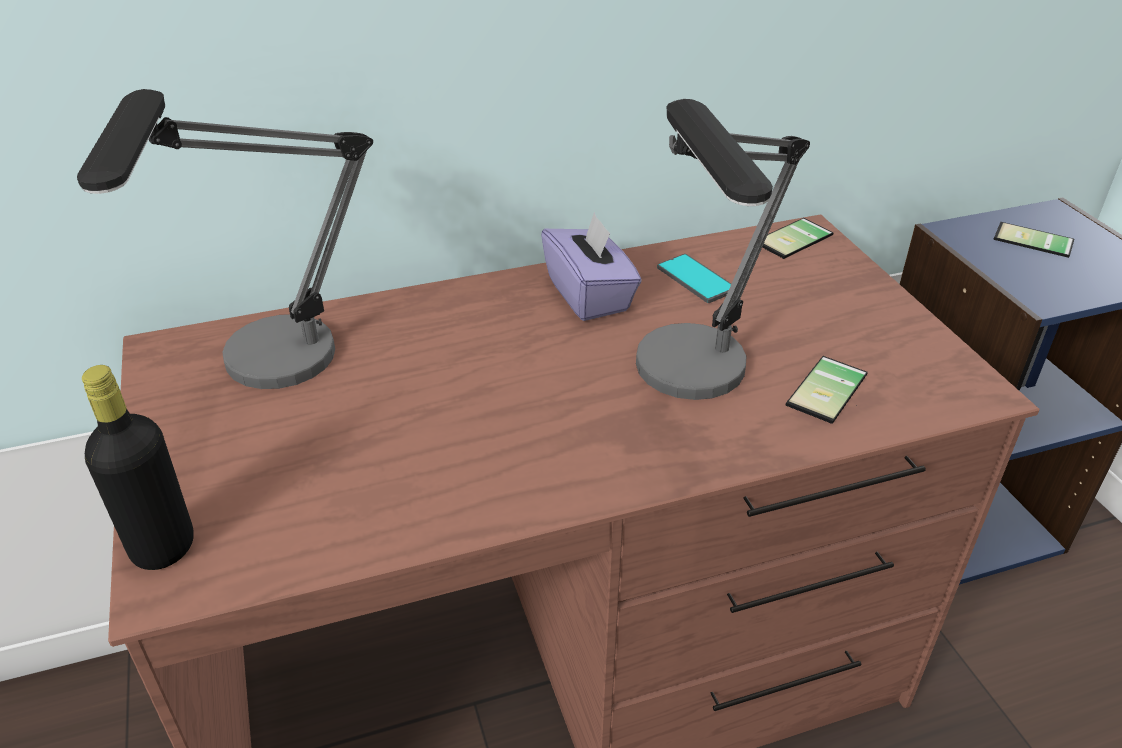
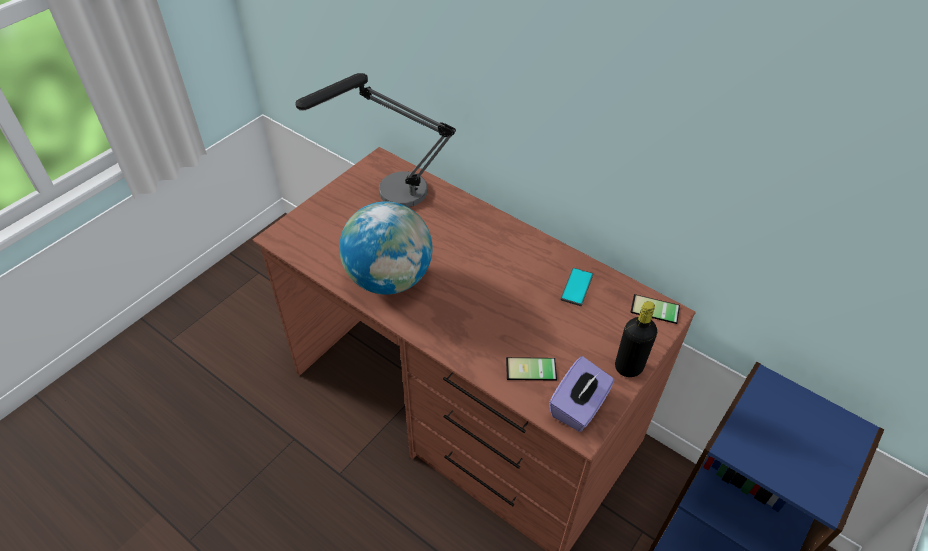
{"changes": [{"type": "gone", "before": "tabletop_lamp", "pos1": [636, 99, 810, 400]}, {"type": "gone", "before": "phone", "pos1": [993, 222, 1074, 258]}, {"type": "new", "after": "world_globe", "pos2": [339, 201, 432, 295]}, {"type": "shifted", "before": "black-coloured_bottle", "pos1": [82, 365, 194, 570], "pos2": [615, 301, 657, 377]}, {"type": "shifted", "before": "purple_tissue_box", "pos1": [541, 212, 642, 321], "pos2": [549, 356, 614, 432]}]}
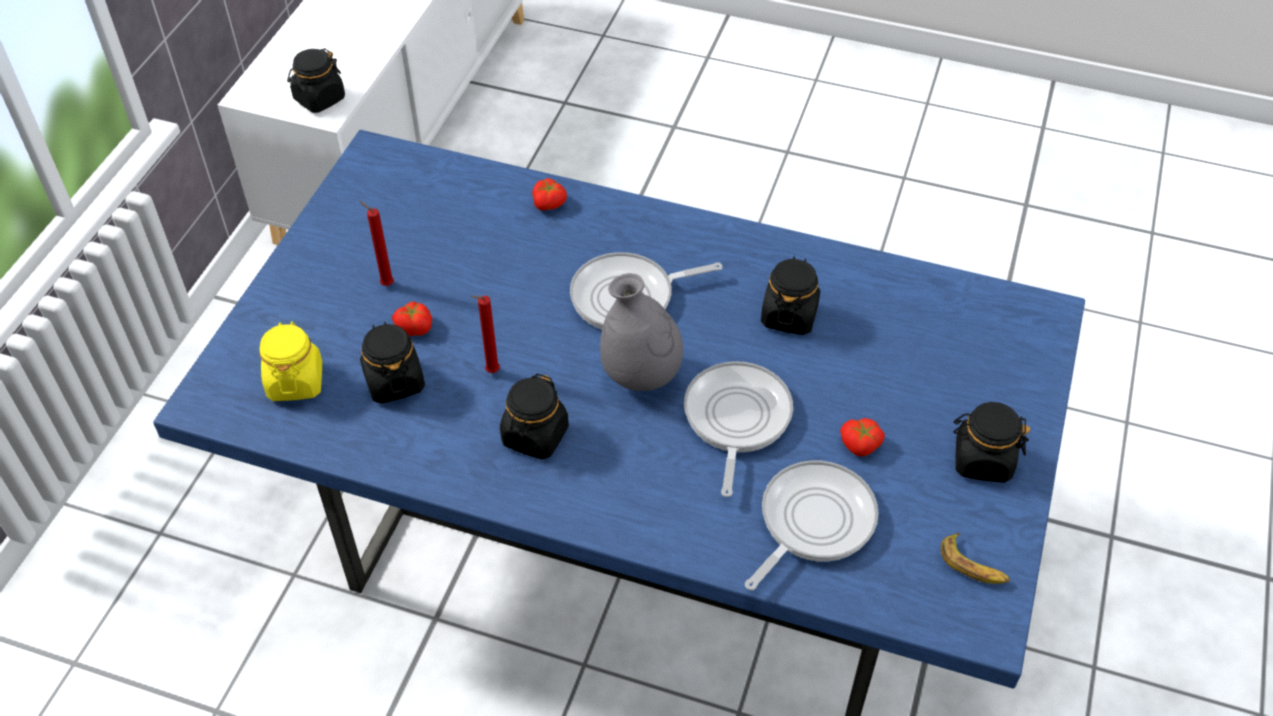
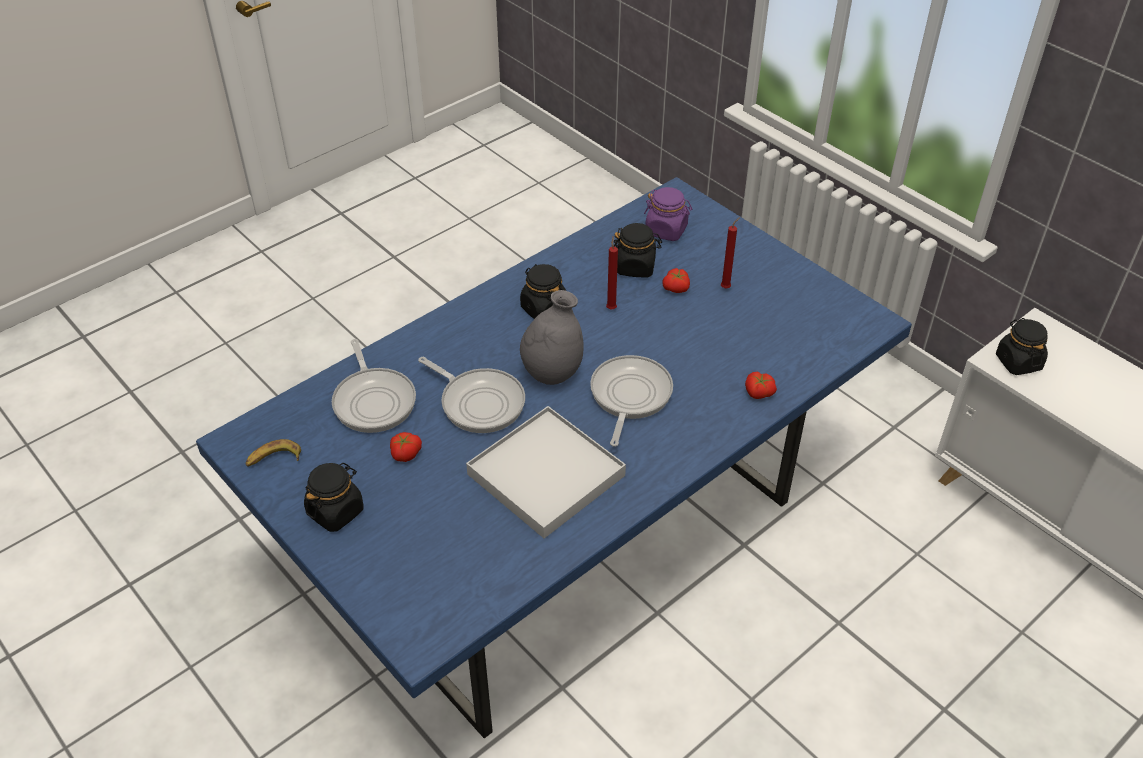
{"changes": [{"type": "swapped", "before": "black-coloured_preserve_jar", "after": "whitish_serving_tray", "pos1": [761, 257, 820, 335], "pos2": [466, 406, 626, 538]}, {"type": "repainted", "before": "yellow-coloured_preserve_jar", "after": "purple_preserve_jar", "pos1": [260, 321, 322, 401], "pos2": [644, 187, 692, 241]}]}
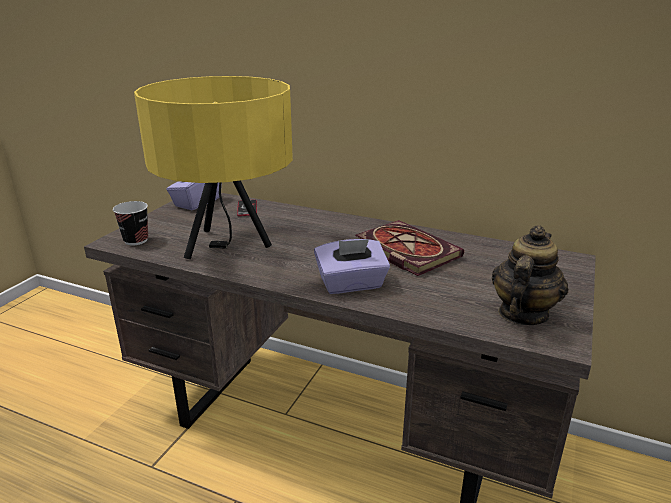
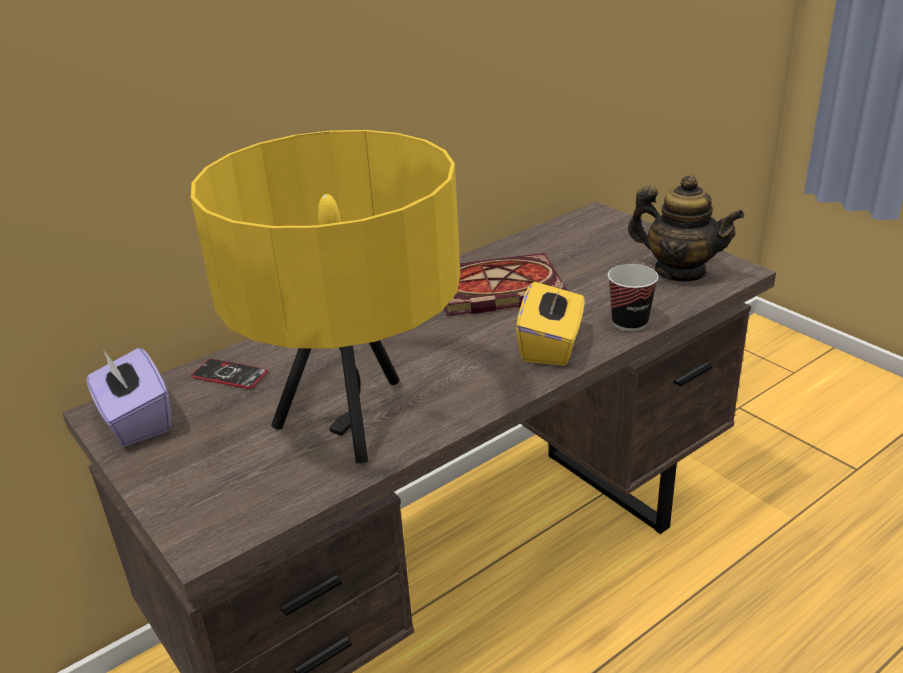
{"changes": [{"type": "shifted", "before": "cup", "pos1": [113, 201, 148, 245], "pos2": [608, 264, 658, 332]}, {"type": "repainted", "before": "purple_tissue_box", "after": "yellow-coloured_tissue_box", "pos1": [314, 239, 390, 294], "pos2": [516, 277, 585, 366]}, {"type": "rotated", "before": "pot_for_tea", "pos1": [492, 225, 568, 325], "pos2": [628, 175, 744, 281], "turn": 150}]}
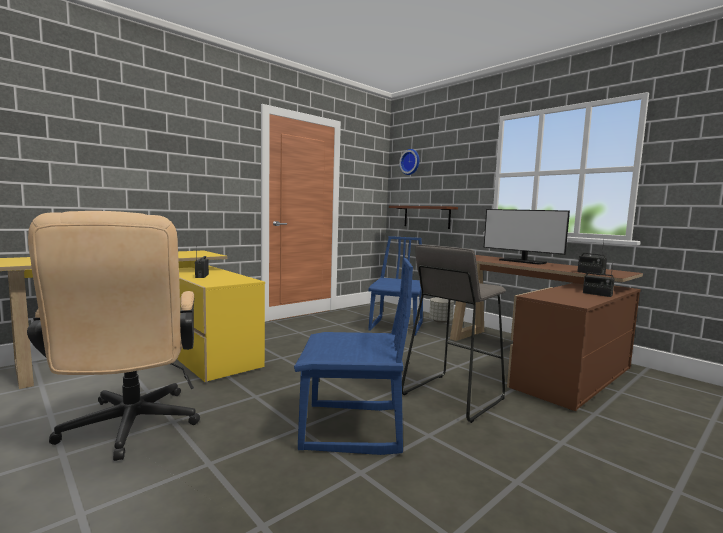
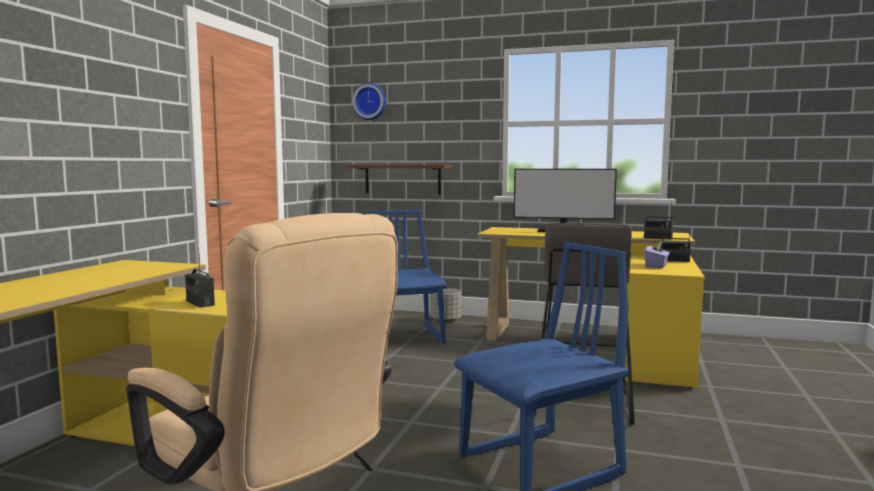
{"changes": [{"type": "new", "after": "purple_tissue_box", "pos2": [644, 241, 670, 268]}, {"type": "repainted", "before": "brownish_desk", "after": "yellow-coloured_desk", "pos1": [450, 255, 643, 411], "pos2": [477, 227, 705, 388]}]}
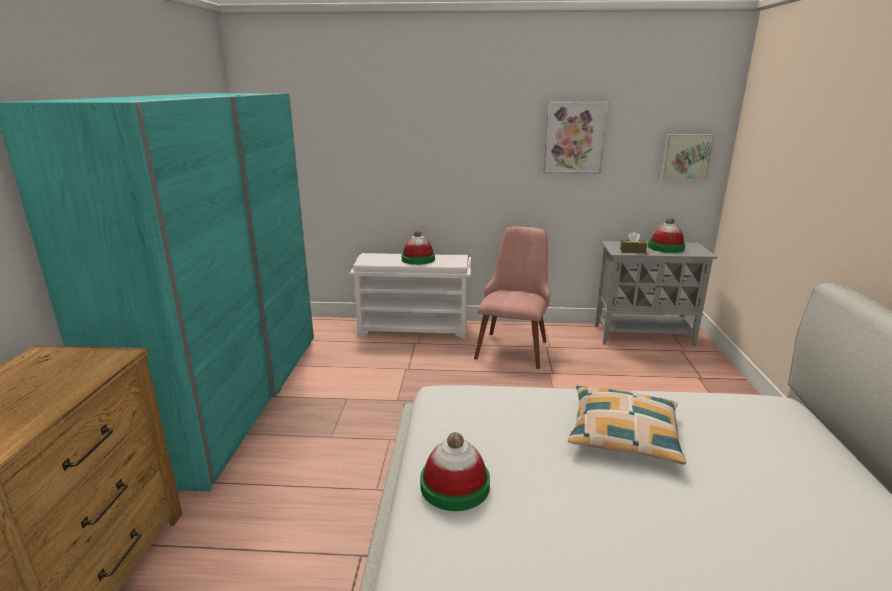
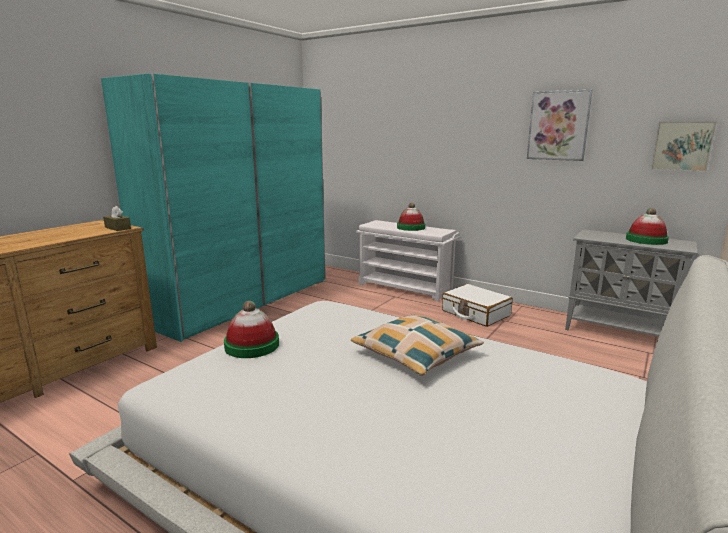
{"changes": [{"type": "shifted", "before": "brownish_tissue_box", "pos1": [620, 231, 647, 253], "pos2": [103, 206, 131, 231]}, {"type": "swapped", "before": "pinkish_upright_chair", "after": "whitish_suitcase", "pos1": [474, 226, 550, 369], "pos2": [442, 284, 513, 327]}]}
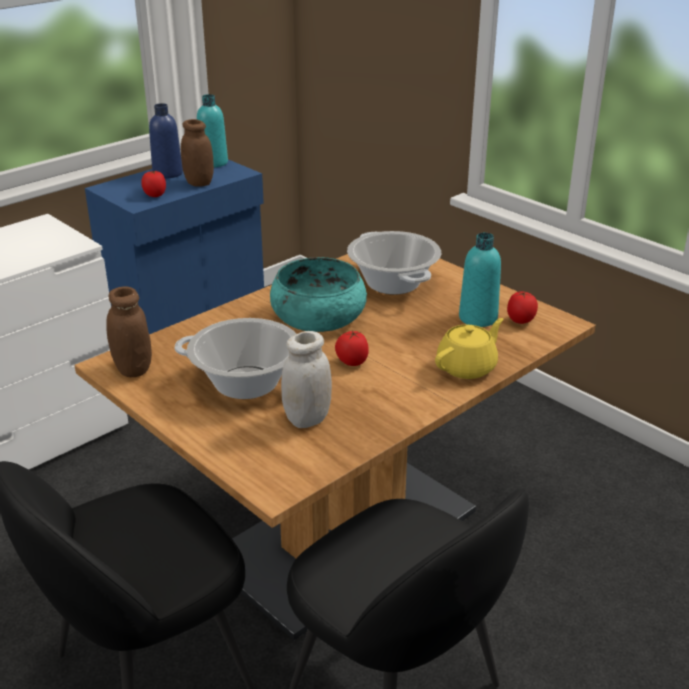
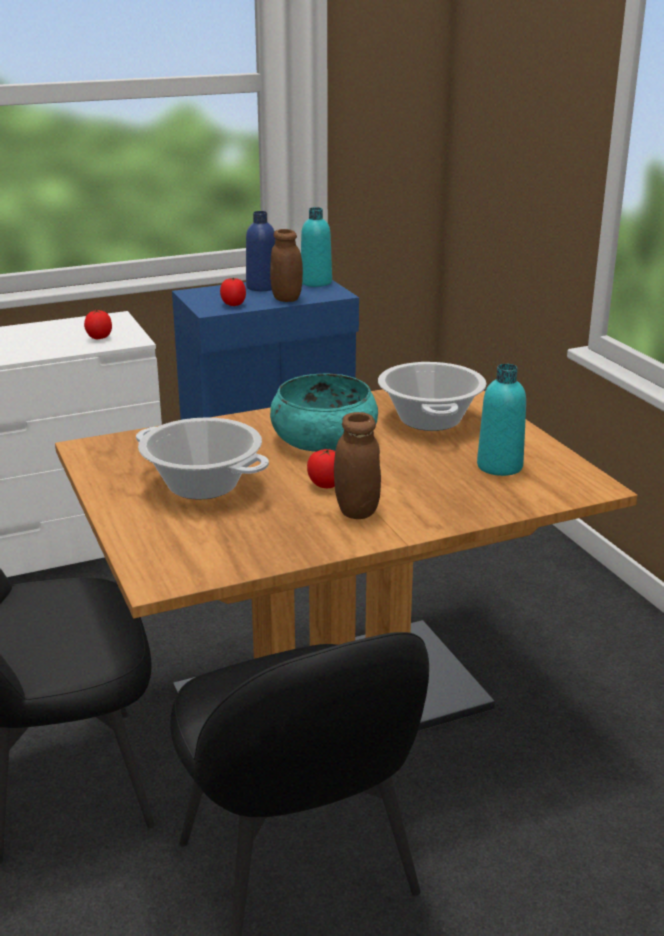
{"changes": [{"type": "gone", "before": "whitish_preserve_jar", "pos1": [281, 331, 332, 428]}, {"type": "gone", "before": "yellow-coloured_pot_for_tea", "pos1": [435, 318, 503, 379]}, {"type": "shifted", "before": "brownish_preserve_jar", "pos1": [106, 286, 152, 377], "pos2": [334, 412, 381, 519]}, {"type": "shifted", "before": "tomato", "pos1": [507, 291, 538, 324], "pos2": [84, 310, 112, 339]}]}
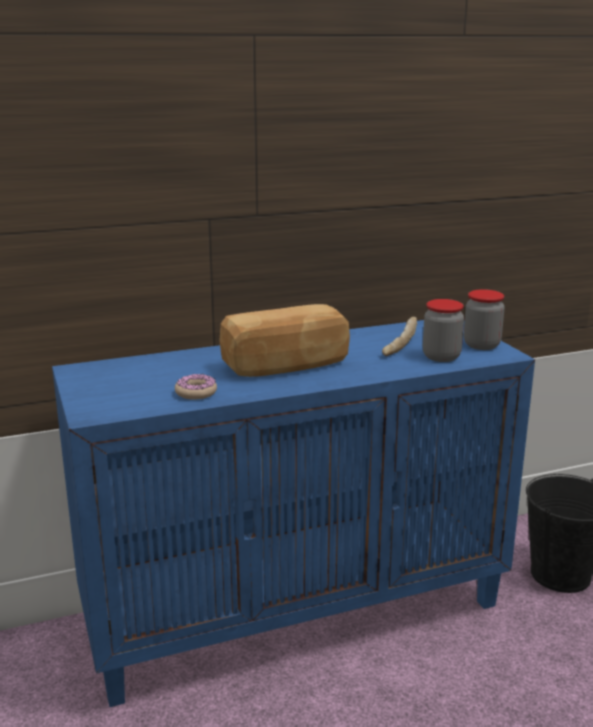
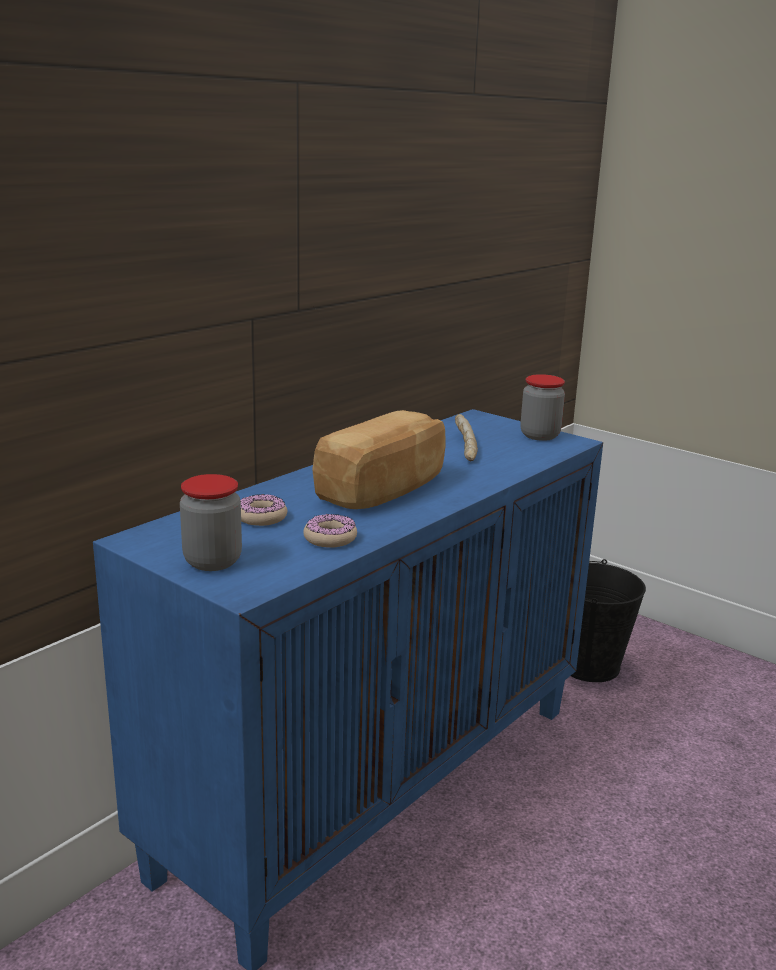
{"changes": [{"type": "new", "after": "donut", "pos2": [241, 494, 287, 526]}, {"type": "shifted", "before": "preserve_jar", "pos1": [423, 299, 464, 362], "pos2": [180, 474, 242, 571]}]}
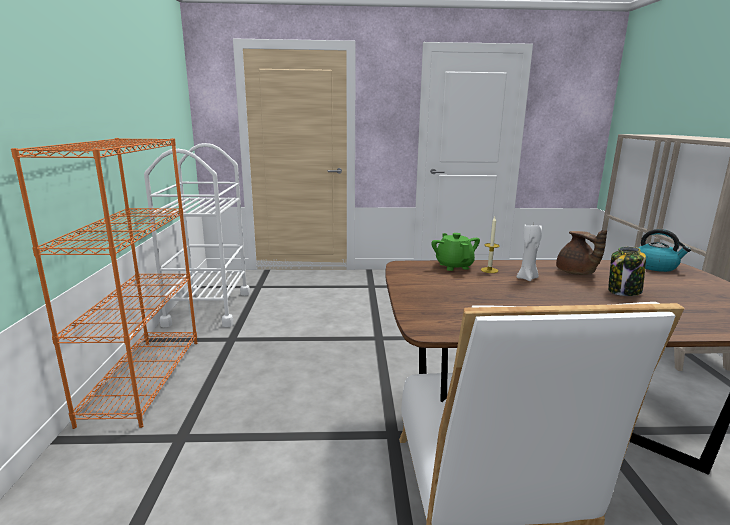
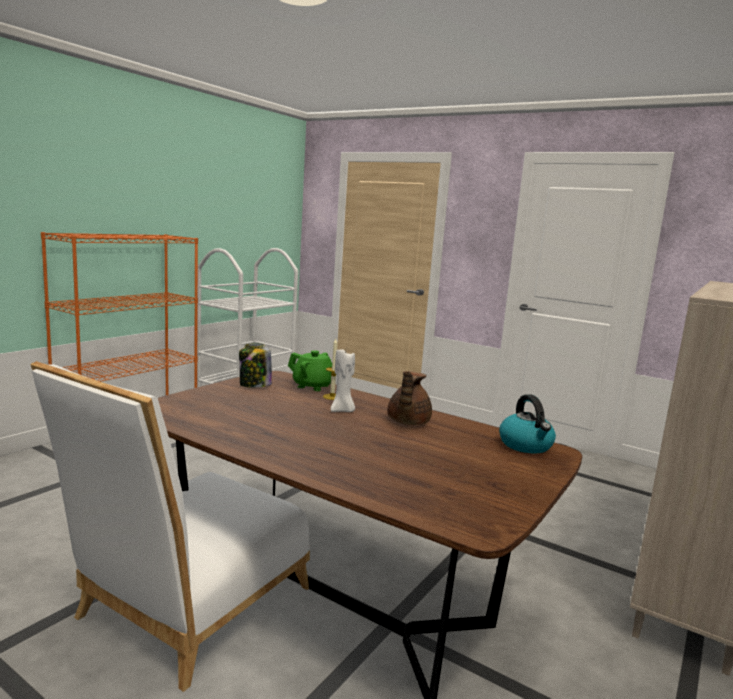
{"changes": [{"type": "shifted", "before": "preserve_jar", "pos1": [608, 247, 646, 296], "pos2": [239, 343, 272, 388]}, {"type": "rotated", "before": "greenish_pot_for_tea", "pos1": [431, 233, 480, 271], "pos2": [288, 350, 332, 391], "turn": 90}]}
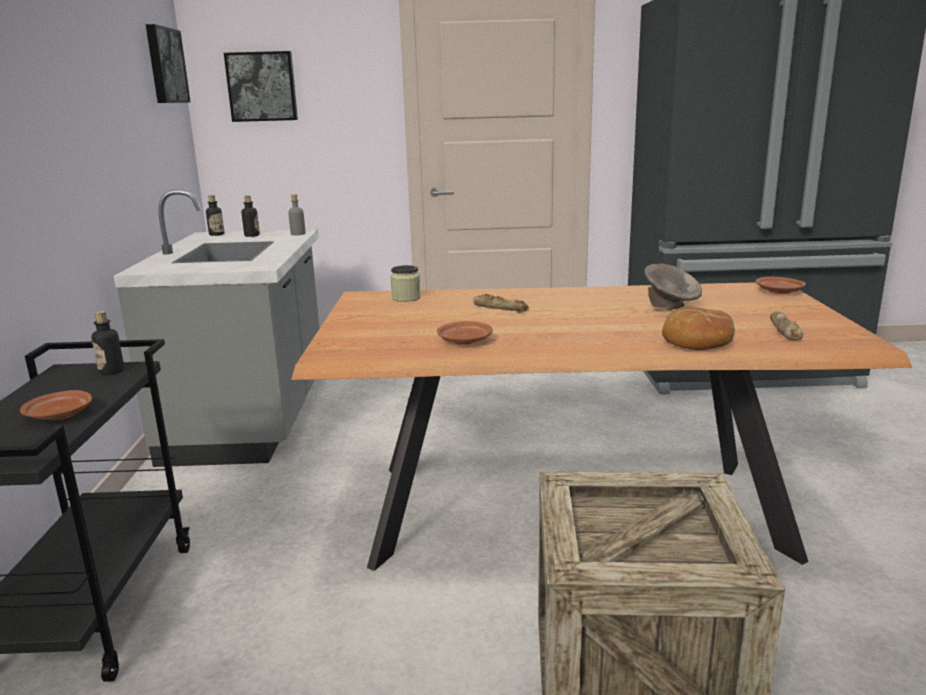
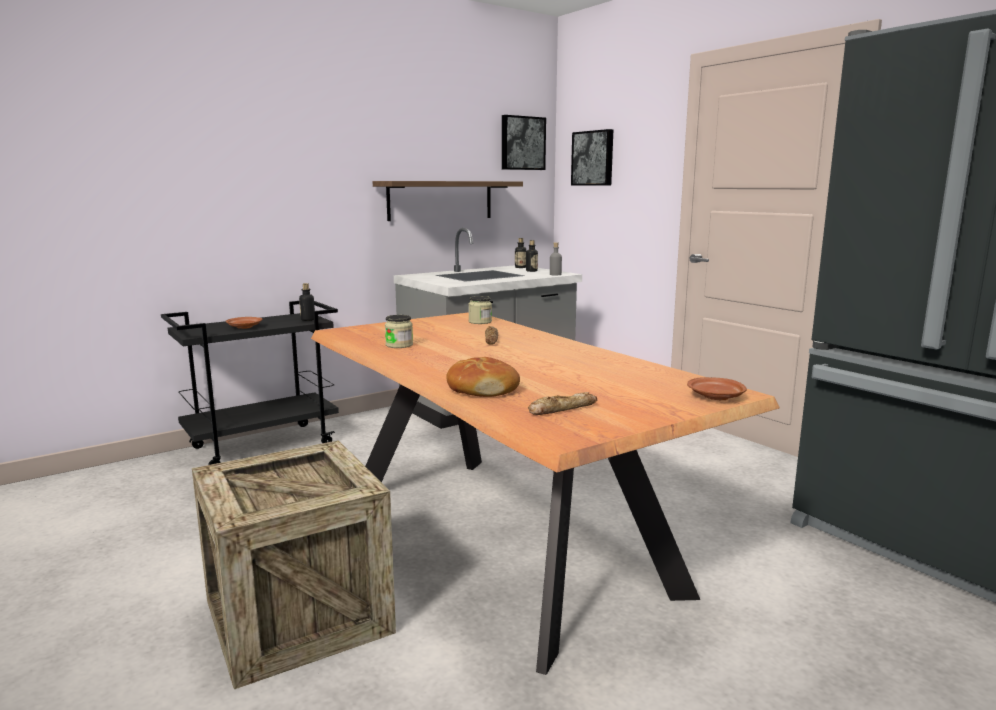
{"changes": [{"type": "gone", "before": "gray_deep_dish", "pos1": [644, 264, 702, 310]}, {"type": "new", "after": "bracket_shelf", "pos2": [373, 181, 523, 221]}, {"type": "swapped", "before": "brownish_dinner_plate", "after": "preserve_jar", "pos1": [437, 321, 493, 345], "pos2": [385, 315, 413, 348]}]}
